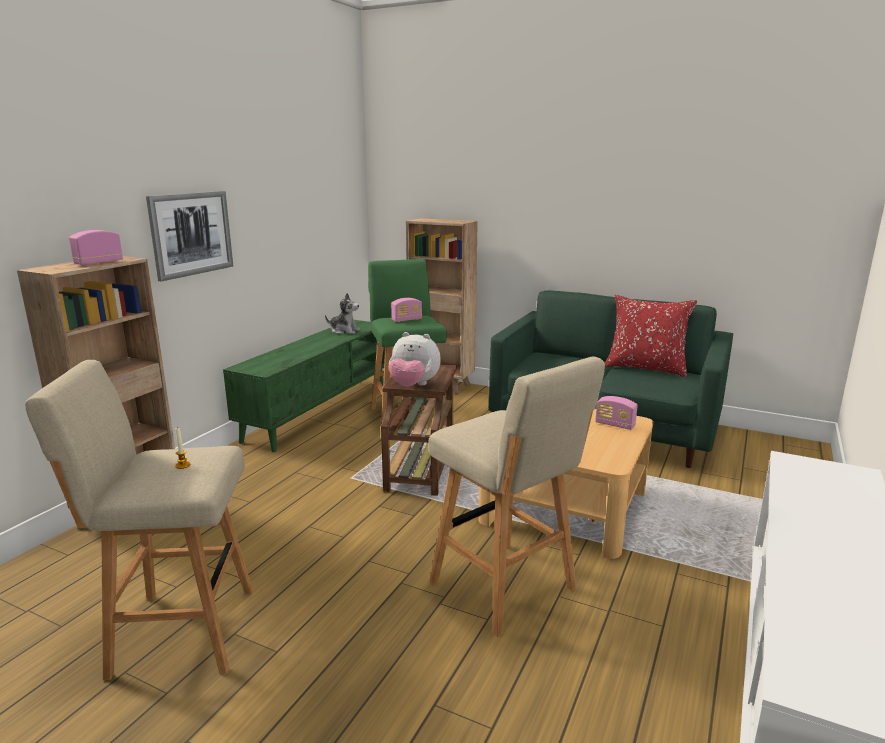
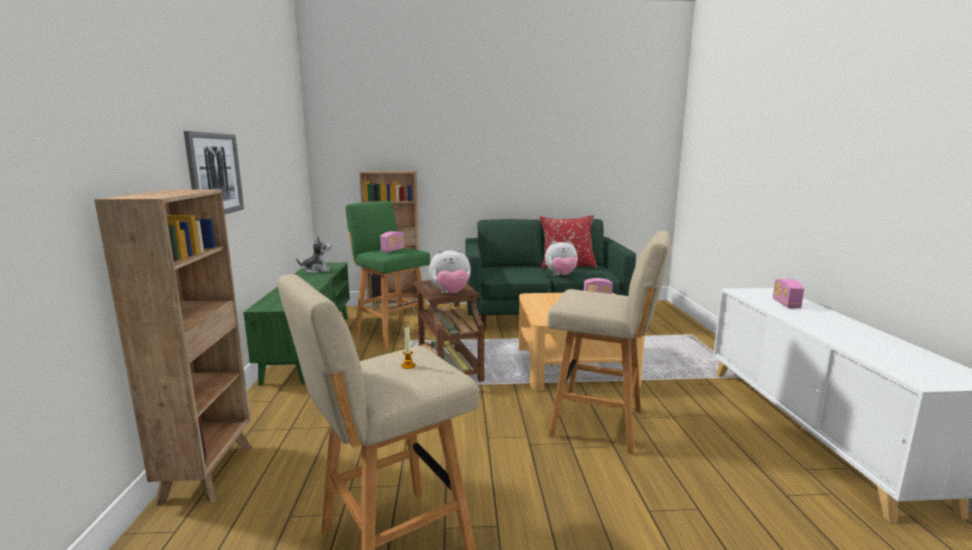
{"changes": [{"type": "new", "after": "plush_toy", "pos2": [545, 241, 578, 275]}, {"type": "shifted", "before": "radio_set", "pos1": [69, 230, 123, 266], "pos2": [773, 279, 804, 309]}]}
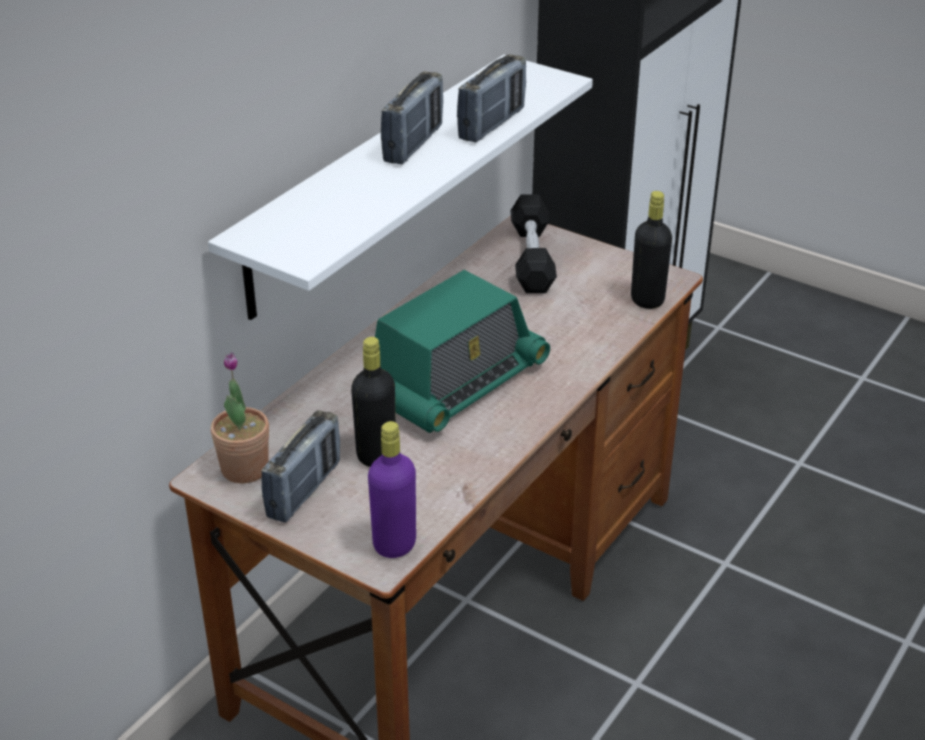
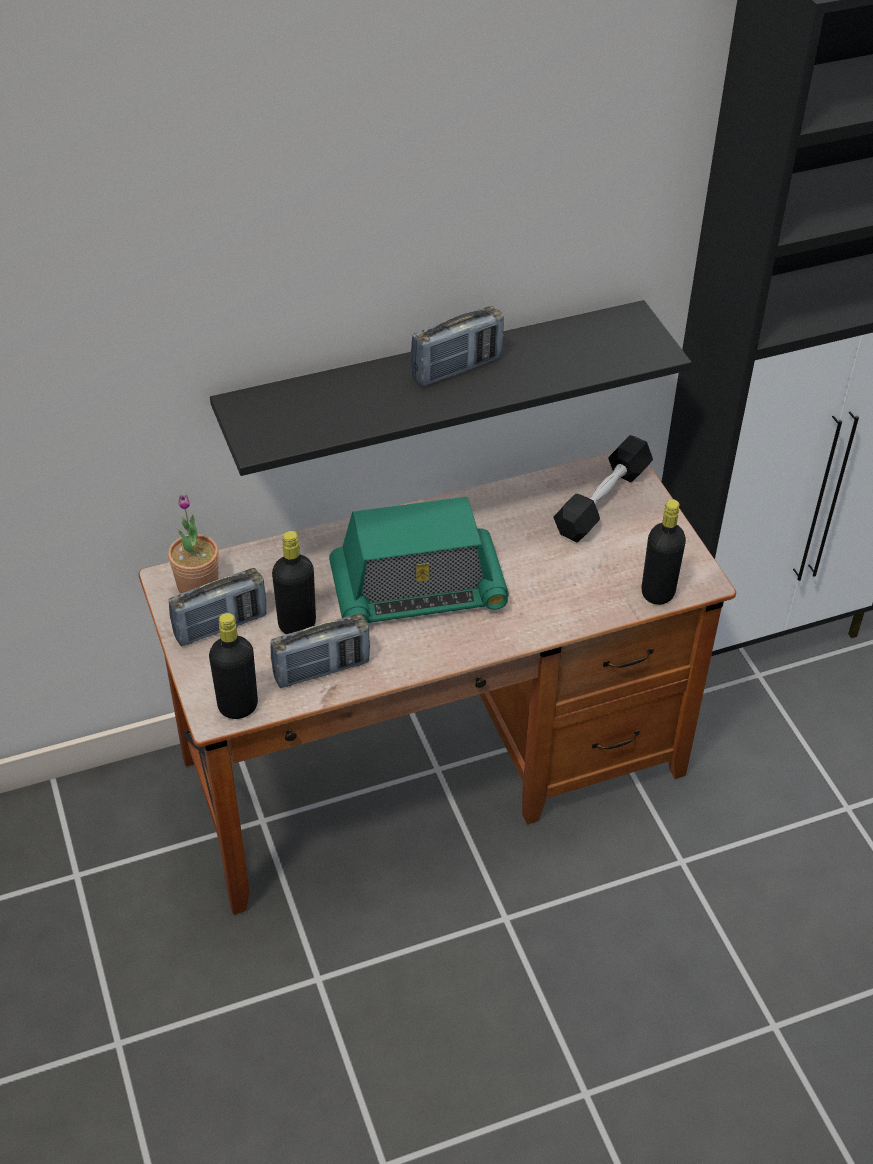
{"changes": [{"type": "shifted", "before": "radio_set", "pos1": [457, 54, 526, 142], "pos2": [271, 614, 370, 688]}, {"type": "repainted", "before": "whitish_bracket_shelf", "after": "black-coloured_bracket_shelf", "pos1": [208, 55, 593, 320], "pos2": [210, 300, 692, 476]}, {"type": "repainted", "before": "purple_bottle", "after": "black-coloured_bottle", "pos1": [368, 421, 416, 558], "pos2": [209, 613, 258, 719]}]}
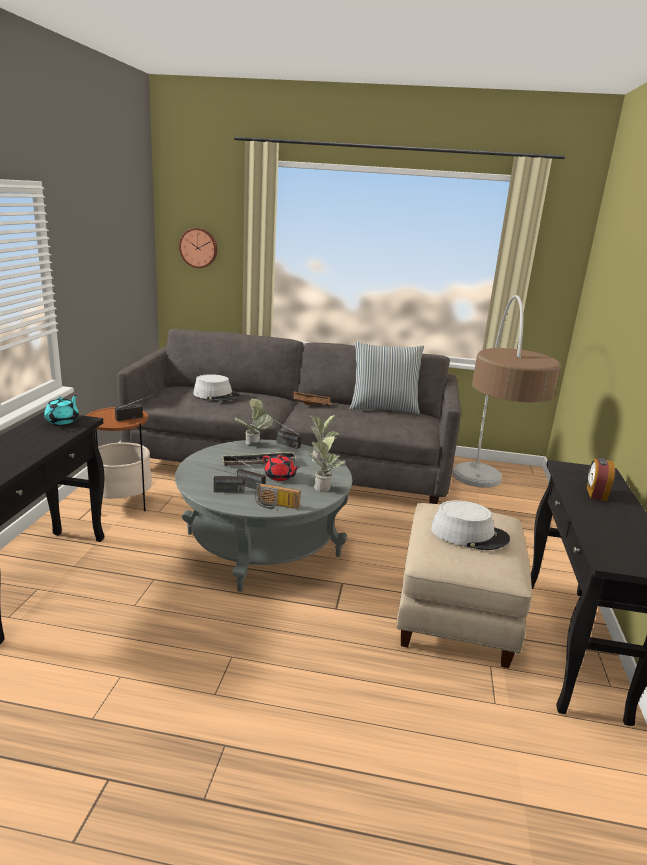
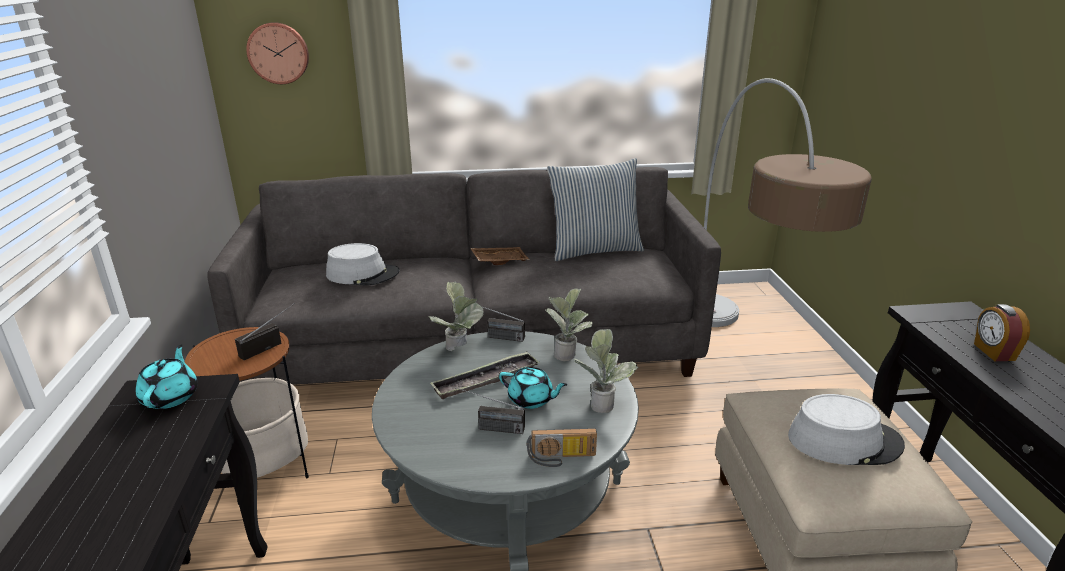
{"changes": [{"type": "gone", "before": "radio_set", "pos1": [199, 464, 245, 493]}, {"type": "repainted", "before": "red_pot_for_tea", "after": "turquoise_pot_for_tea", "pos1": [263, 454, 300, 481], "pos2": [499, 367, 568, 409]}]}
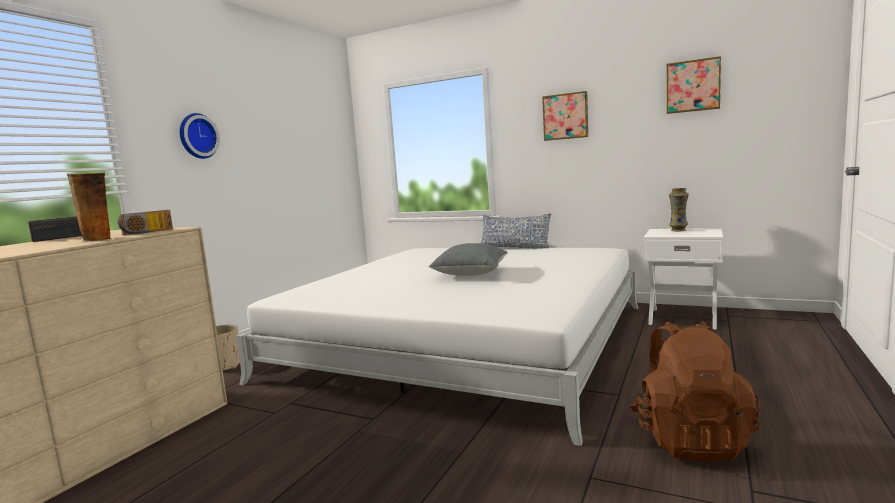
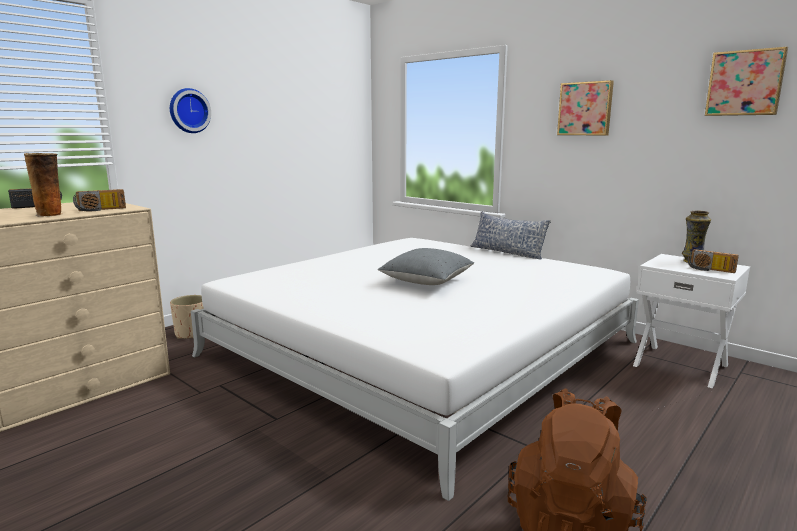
{"changes": [{"type": "new", "after": "radio_set", "pos2": [688, 249, 739, 273]}]}
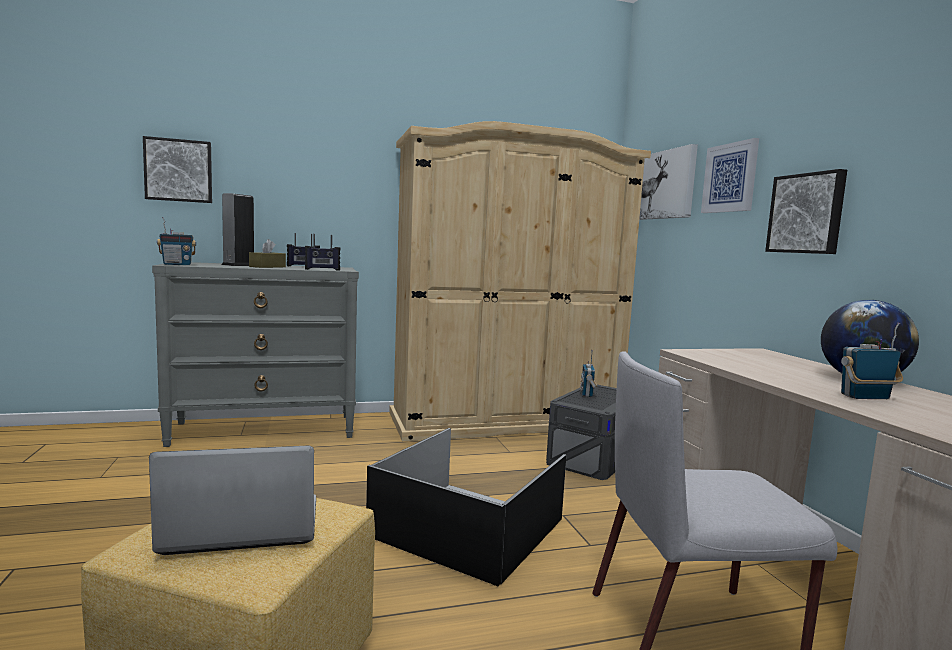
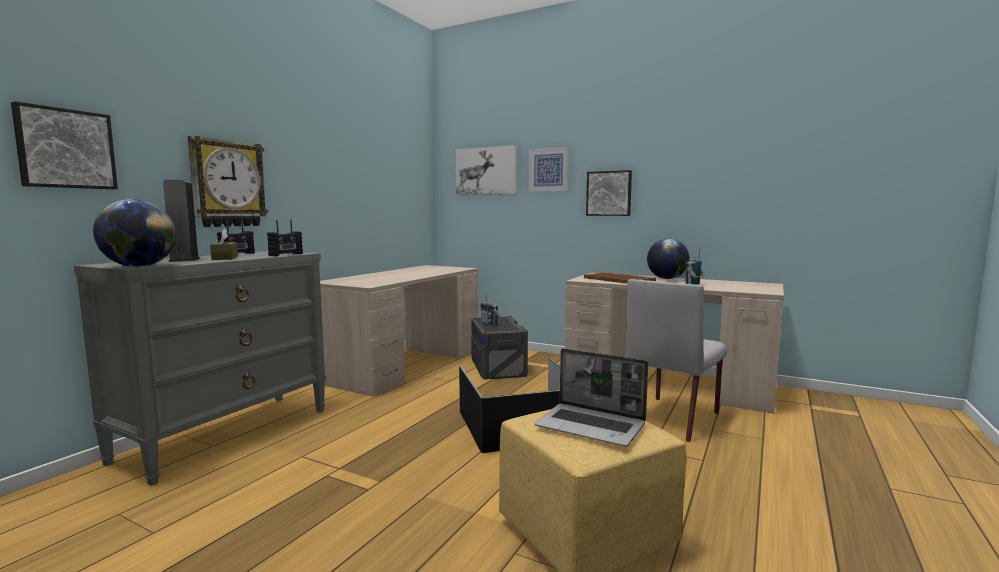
{"changes": [{"type": "new", "after": "clock_on_the_wall", "pos2": [188, 136, 268, 227]}, {"type": "new", "after": "brownish_serving_tray", "pos2": [584, 272, 656, 284]}, {"type": "swapped", "before": "radio_set", "after": "world_globe", "pos1": [157, 217, 196, 265], "pos2": [93, 199, 176, 267]}, {"type": "swapped", "before": "beige_clothes_cupboard", "after": "beige_desk", "pos1": [389, 121, 651, 441], "pos2": [320, 265, 478, 397]}, {"type": "rotated", "before": "laptop", "pos1": [149, 445, 316, 555], "pos2": [534, 348, 648, 447], "turn": -90}]}
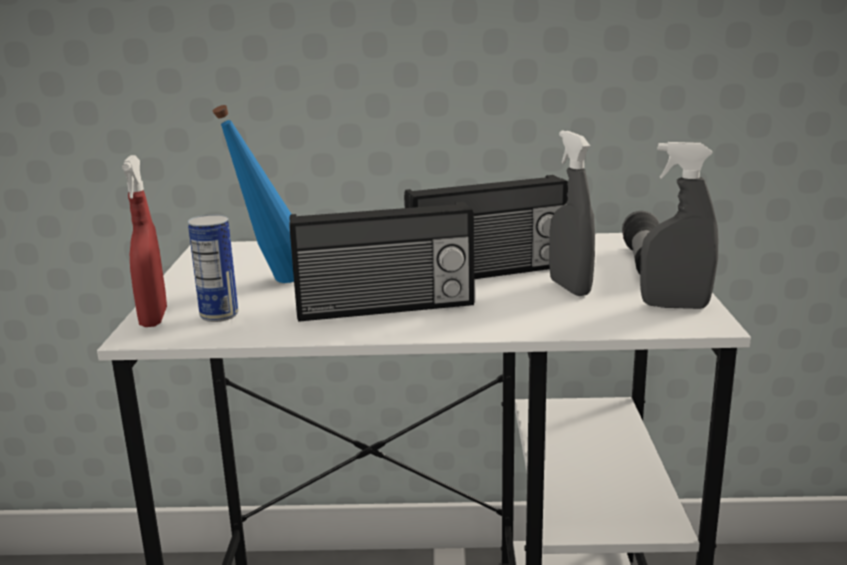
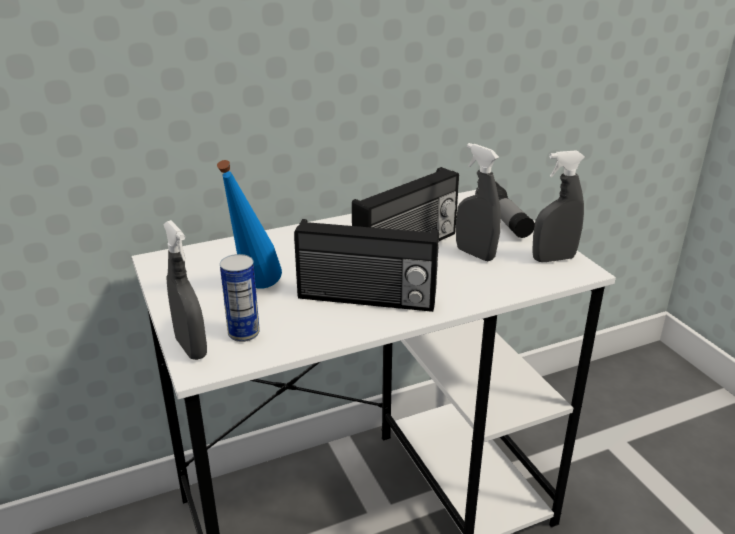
{"changes": [{"type": "repainted", "before": "red_hand_sprayer", "after": "gray_hand_sprayer", "pos1": [122, 155, 167, 327], "pos2": [163, 220, 207, 360]}, {"type": "rotated", "before": "radio_set", "pos1": [289, 202, 475, 322], "pos2": [294, 219, 439, 312], "turn": 45}]}
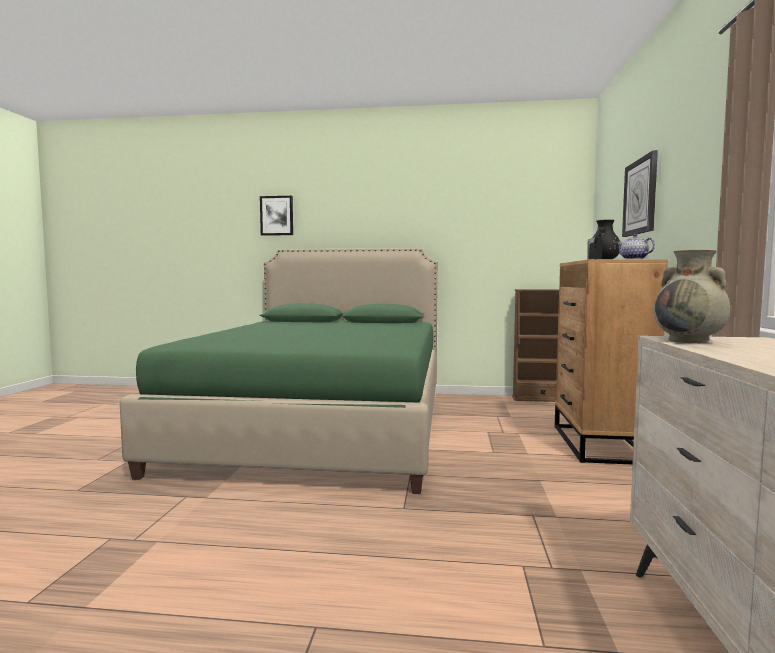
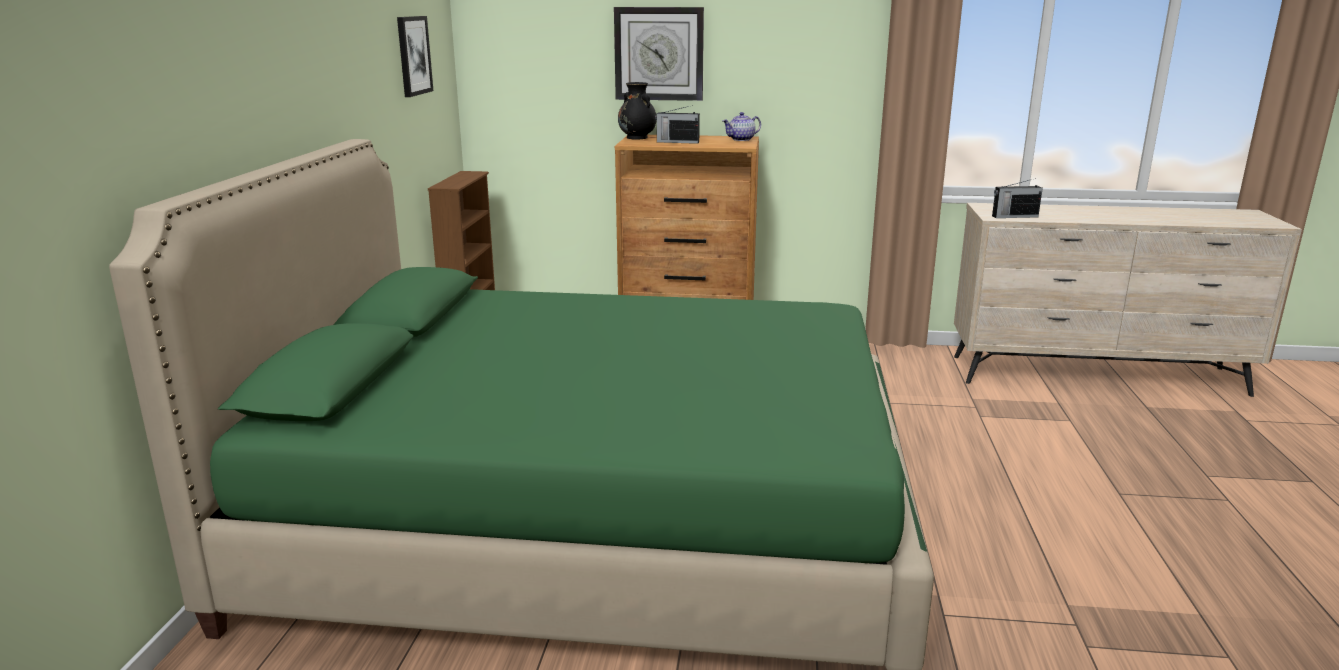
{"changes": [{"type": "shifted", "before": "picture", "pos1": [260, 196, 293, 236], "pos2": [397, 16, 433, 97]}, {"type": "swapped", "before": "beige_flower_vase", "after": "radio_set", "pos1": [654, 250, 730, 343], "pos2": [992, 178, 1043, 218]}]}
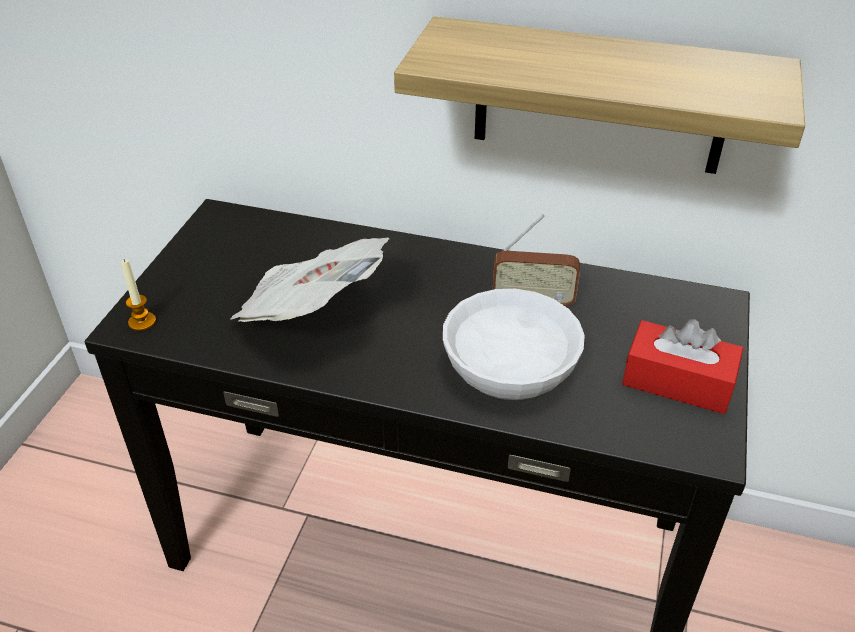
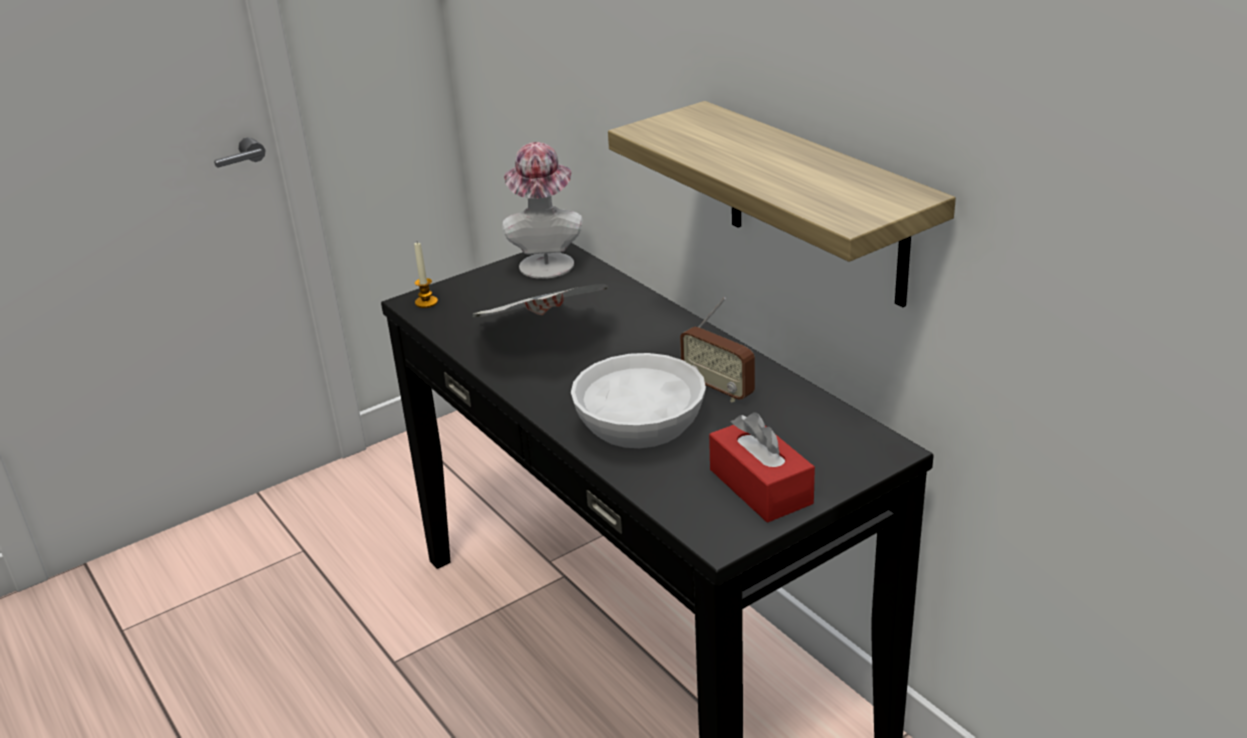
{"changes": [{"type": "new", "after": "wearable_hat", "pos2": [502, 142, 583, 279]}]}
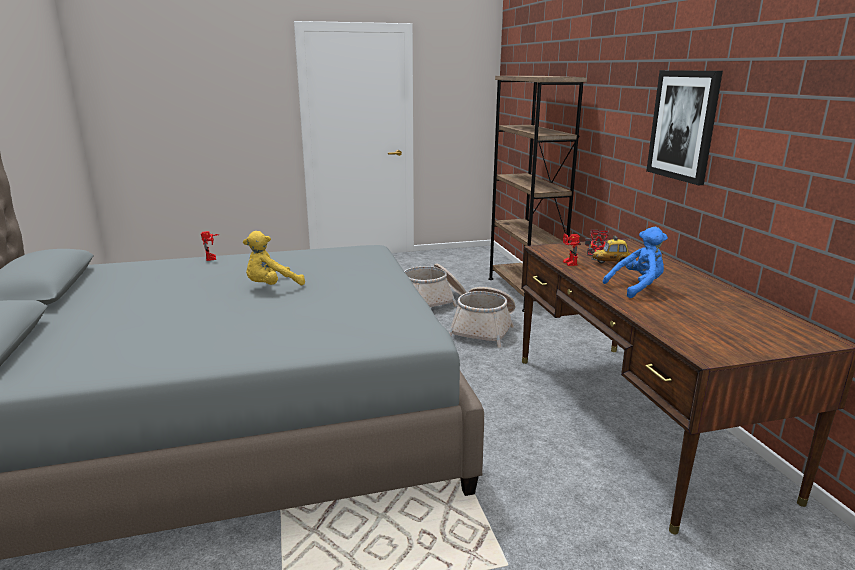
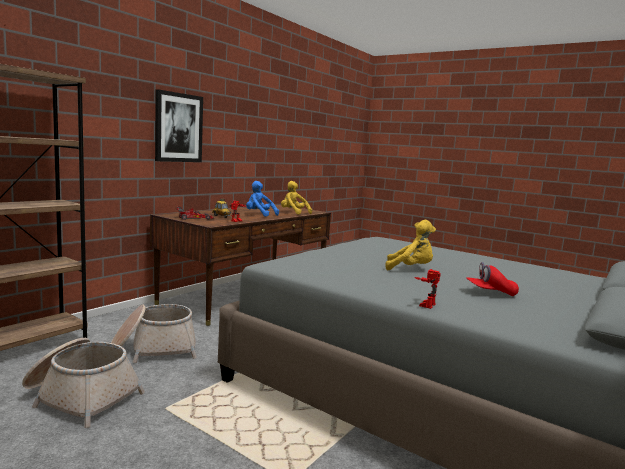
{"changes": [{"type": "new", "after": "yellow-coloured_plush_toy", "pos2": [281, 181, 312, 214]}, {"type": "new", "after": "red_cap", "pos2": [466, 262, 519, 296]}]}
